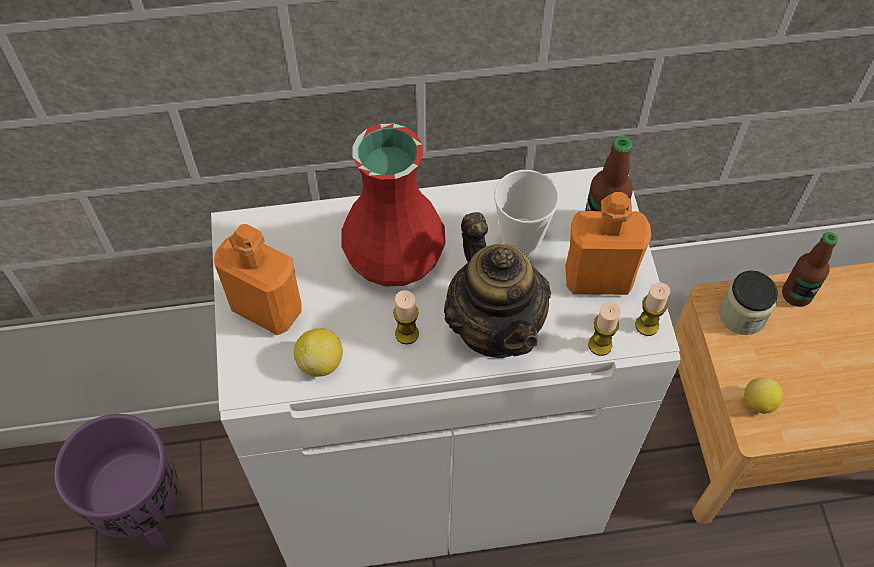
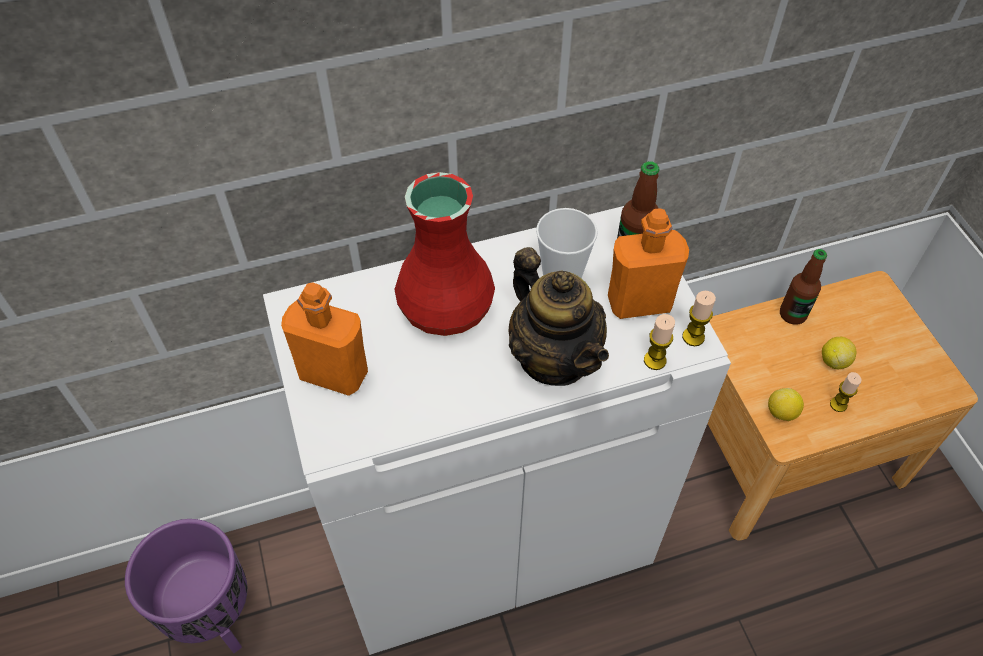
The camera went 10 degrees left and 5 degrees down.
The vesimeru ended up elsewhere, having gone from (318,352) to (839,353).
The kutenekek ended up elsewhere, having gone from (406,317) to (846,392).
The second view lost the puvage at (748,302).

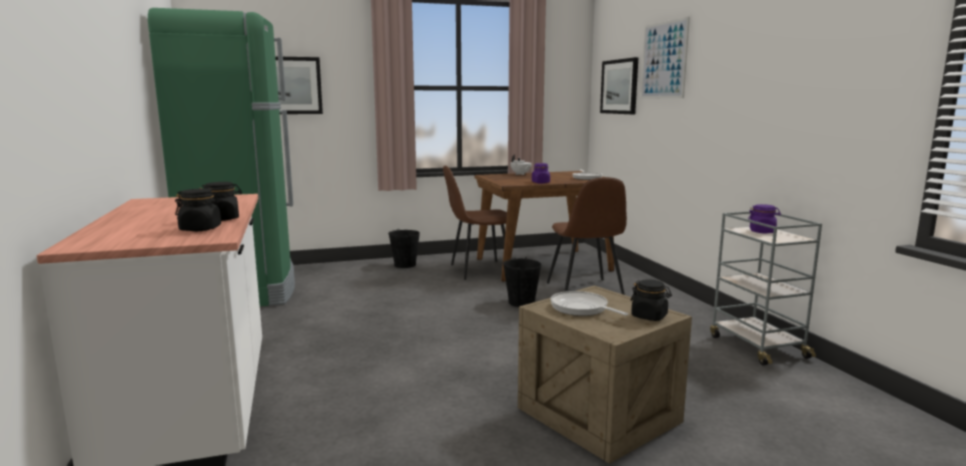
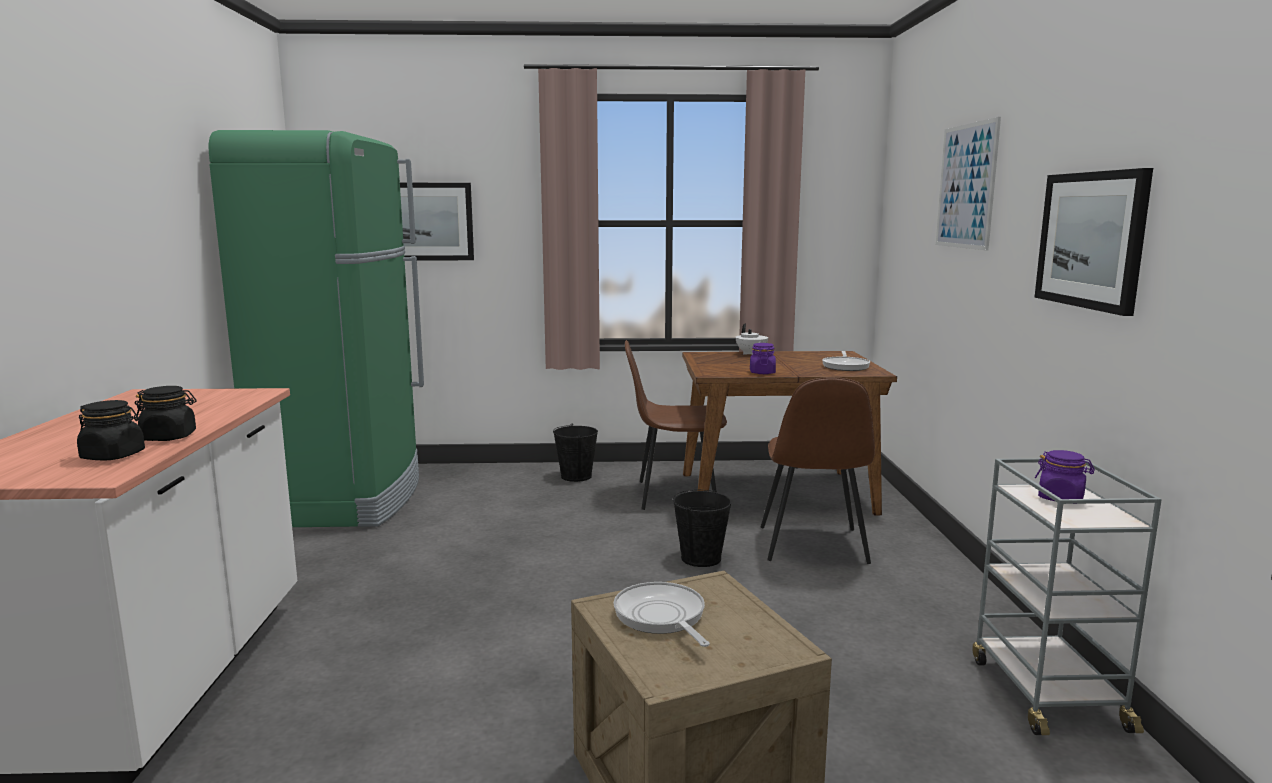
The camera went 15 degrees right and 0 degrees up.
The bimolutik ended up elsewhere, having gone from (619,85) to (1093,242).
The second view lost the black puvage at (651,300).

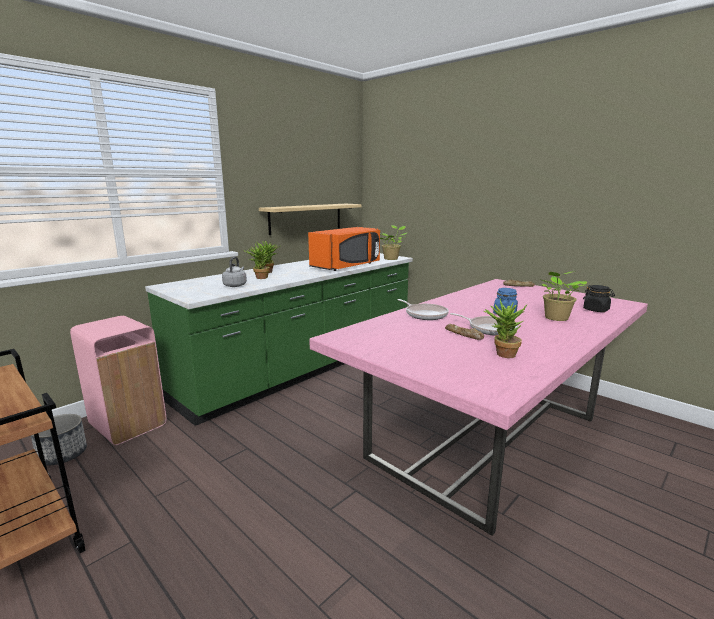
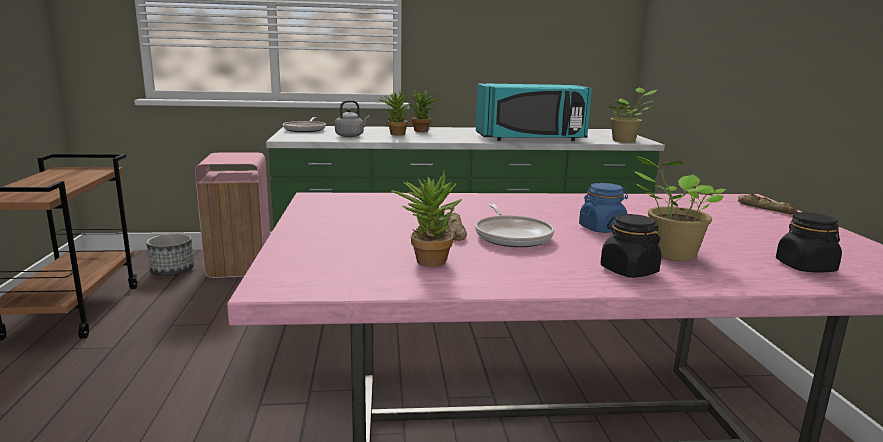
The camera went 40 degrees right and 0 degrees up.
The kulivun ended up elsewhere, having gone from (423,309) to (304,124).
What was the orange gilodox at (344,249) turned into the turquoise gilodox at (534,112).
The second view gained the black puvage at (630,246).
The second view lost the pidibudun at (310,219).

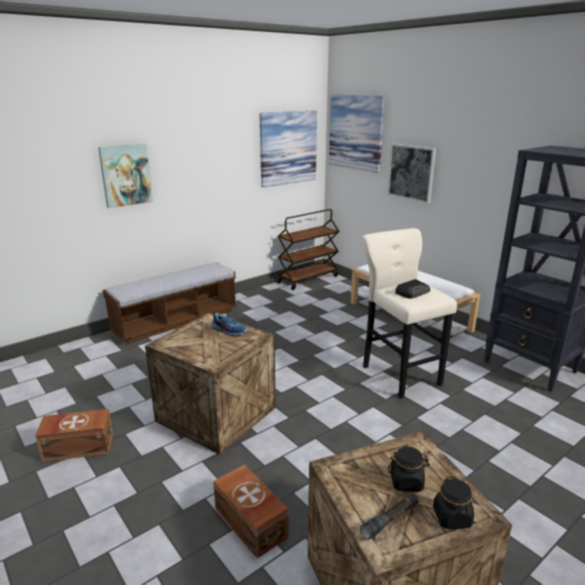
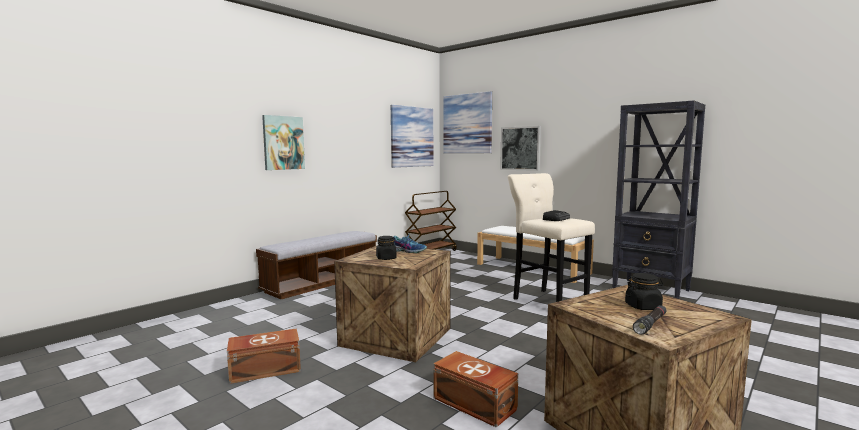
The camera went 10 degrees left and 15 degrees down.
The black puvage ended up elsewhere, having gone from (453,503) to (386,248).

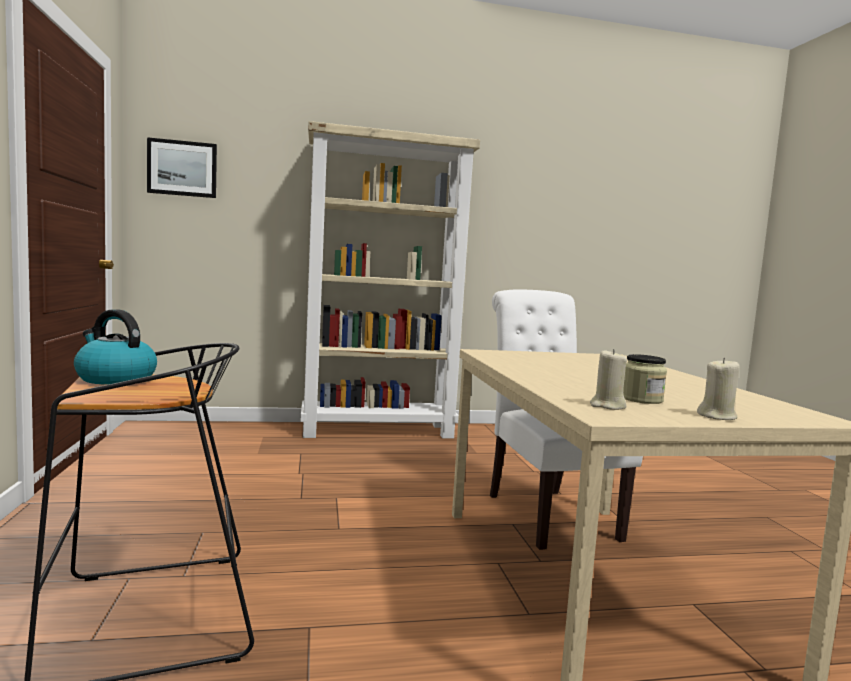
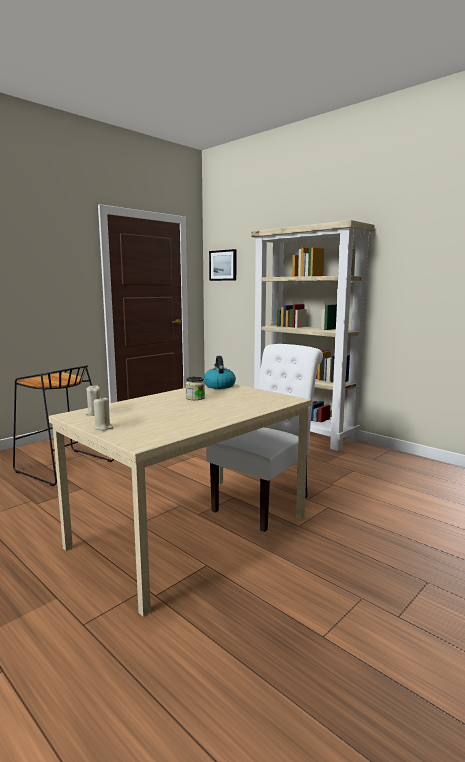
The camera went 55 degrees right and 5 degrees up.
The puvage ended up elsewhere, having gone from (645,379) to (195,388).
The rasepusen ended up elsewhere, having gone from (115,347) to (220,372).

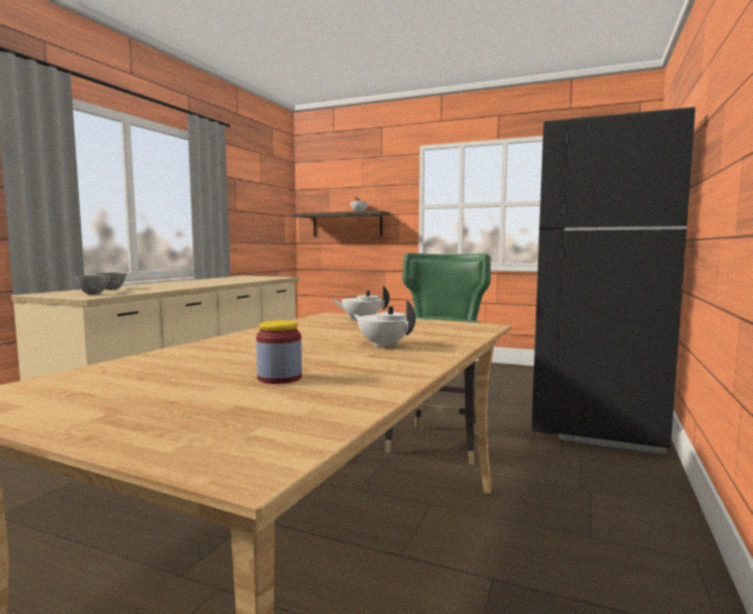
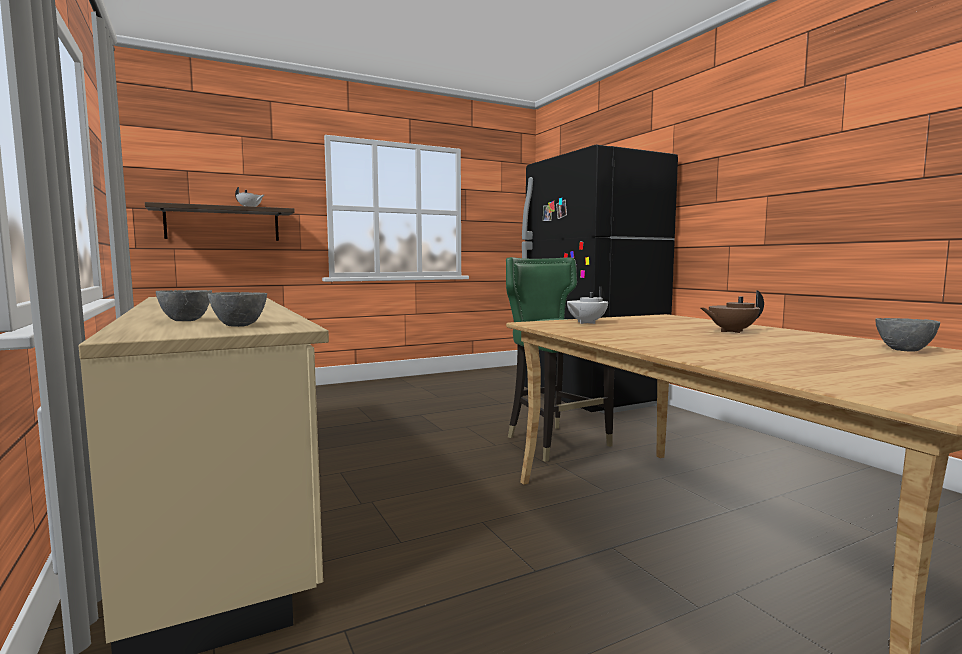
The camera went 50 degrees left and 0 degrees up.
What was the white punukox at (384,324) turned into the brown punukox at (732,311).
The second view gained the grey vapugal at (907,334).
The second view lost the puvage at (279,352).

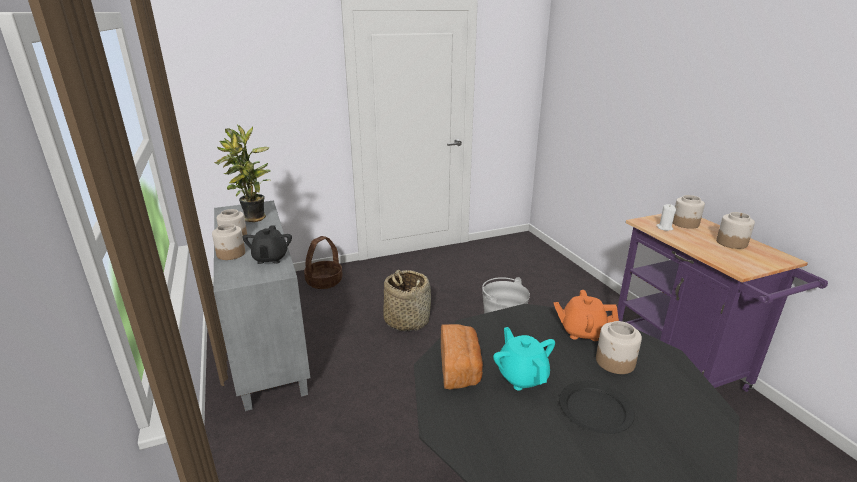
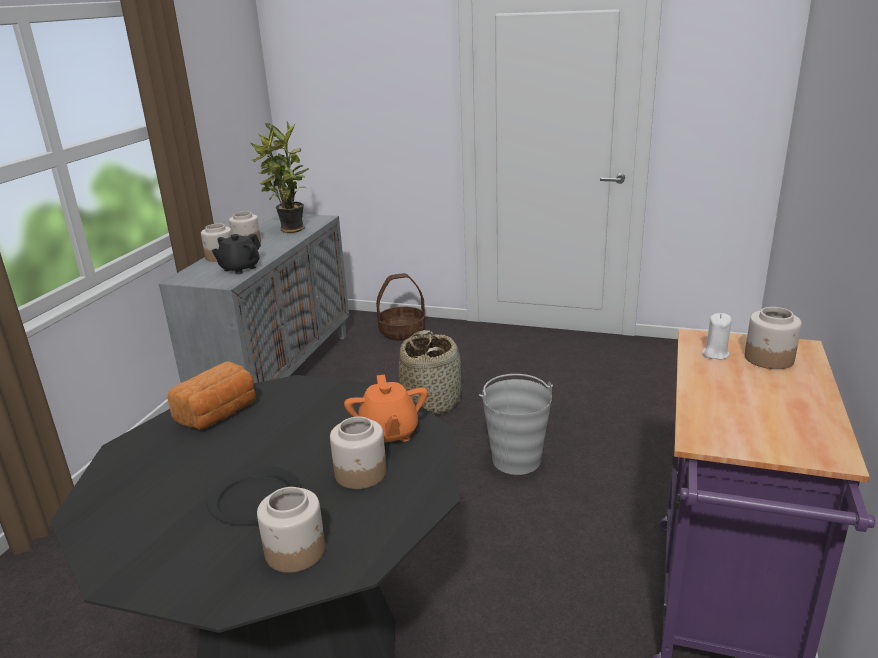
The camera went 40 degrees right and 0 degrees up.
The puvage ended up elsewhere, having gone from (735,230) to (291,530).
The orange punukox at (586,315) ended up facing another way, 150 degrees counterclockwise from before.
The second view lost the turquoise punukox at (524,358).

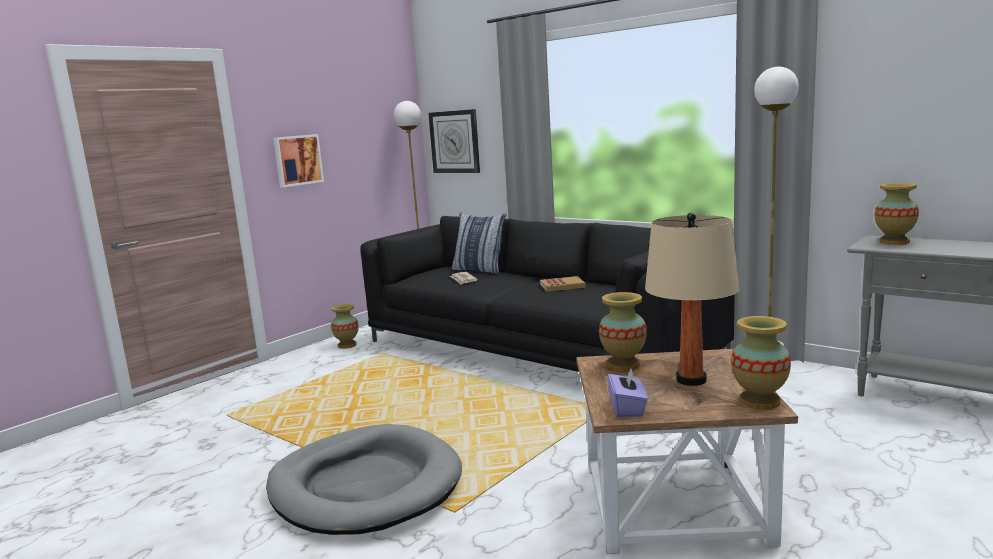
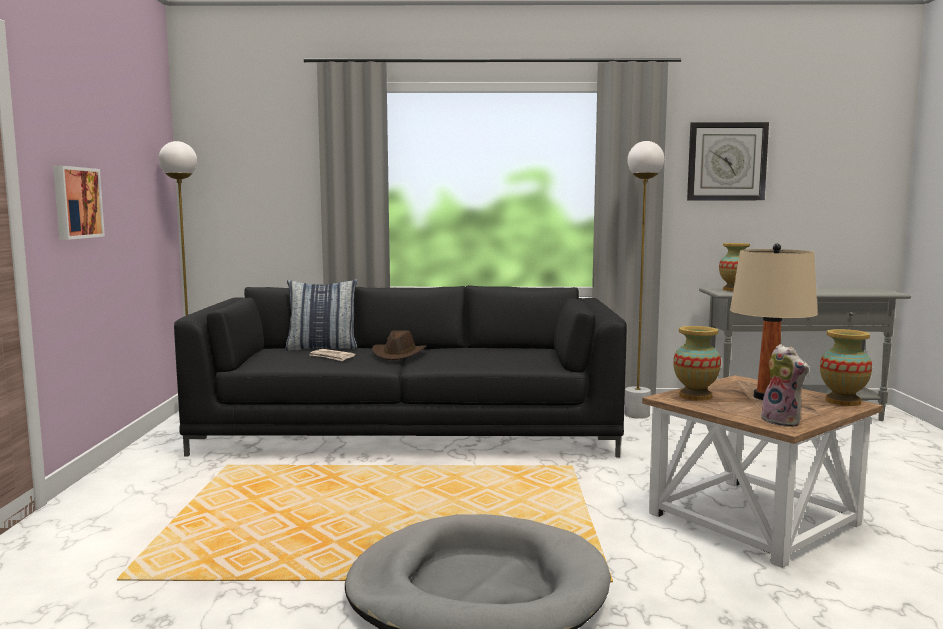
The camera went 40 degrees left and 5 degrees down.
The second view gained the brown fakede at (399,345).
The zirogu ended up elsewhere, having gone from (454,141) to (728,161).
Where the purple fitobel stood at (627,393), the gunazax came to stand at (785,385).
The second view lost the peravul at (345,326).
The second view lost the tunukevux at (563,284).

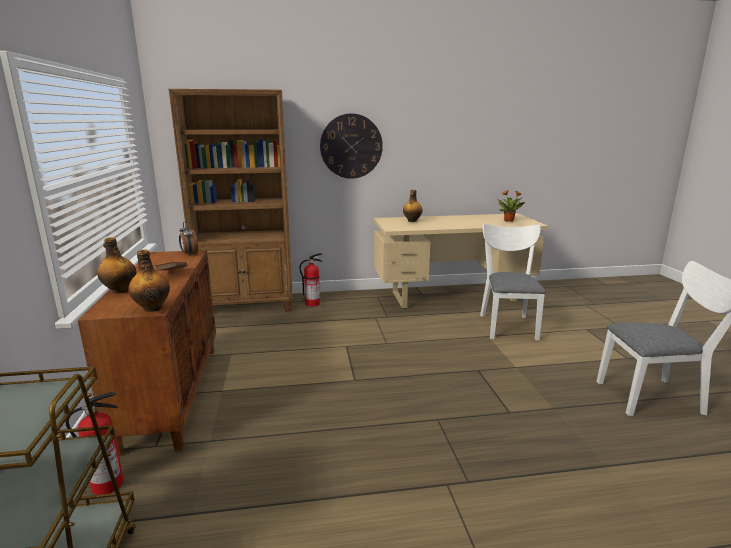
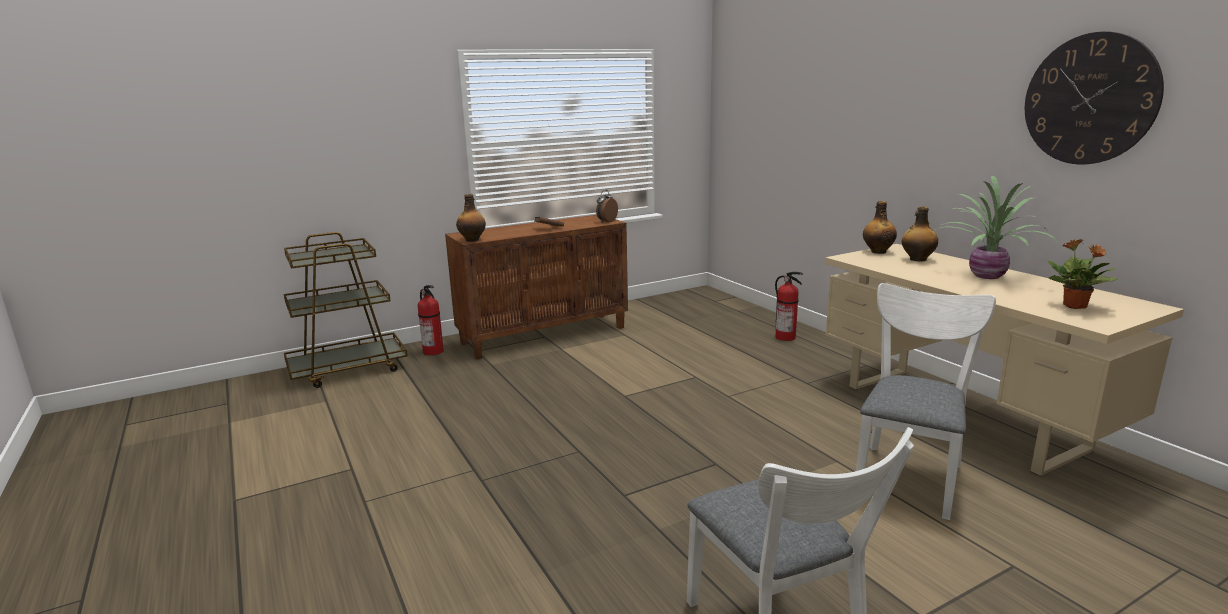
The camera went 70 degrees right and 0 degrees up.
The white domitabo at (513,282) ended up facing another way, 45 degrees counterclockwise from before.
The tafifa ended up elsewhere, having gone from (116,265) to (880,227).
The second view gained the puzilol at (996,227).
The zirogu ended up elsewhere, having gone from (351,146) to (1094,98).
The second view lost the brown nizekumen at (230,200).

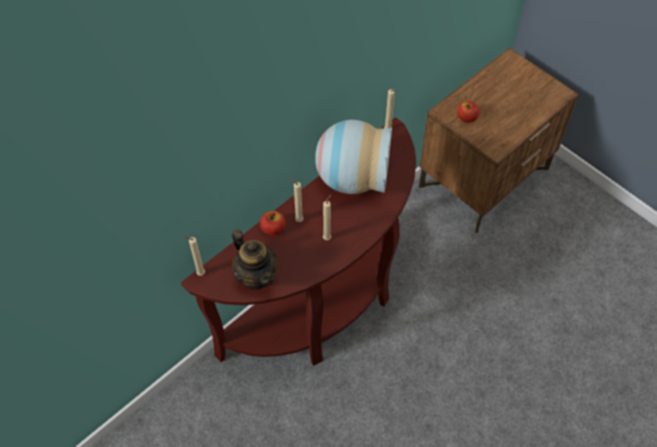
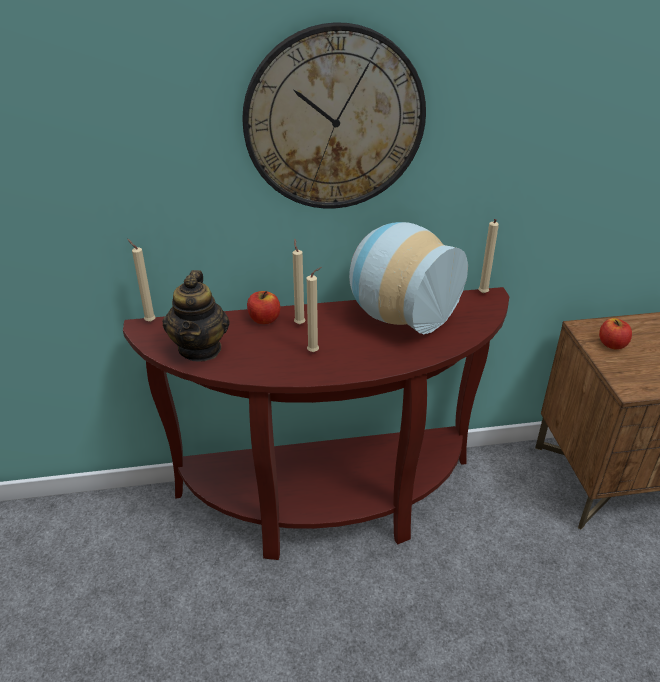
The camera went 35 degrees right and 20 degrees down.
The second view gained the zirogu at (334,115).

